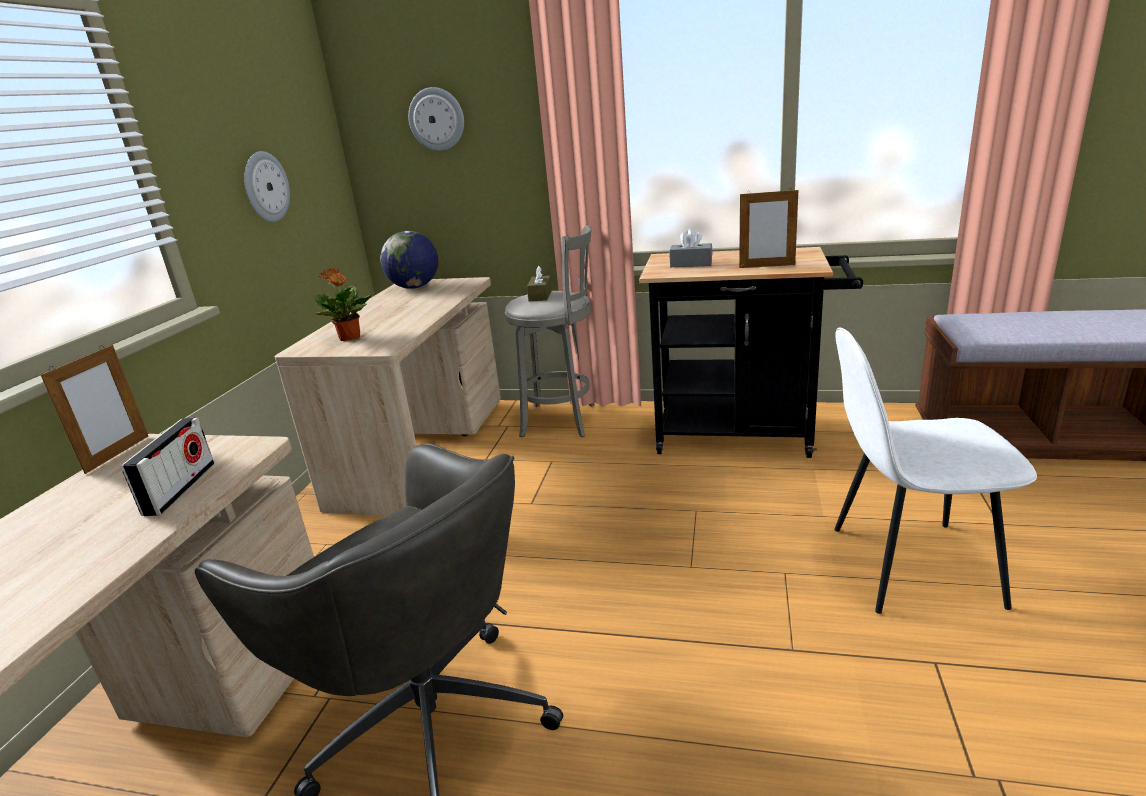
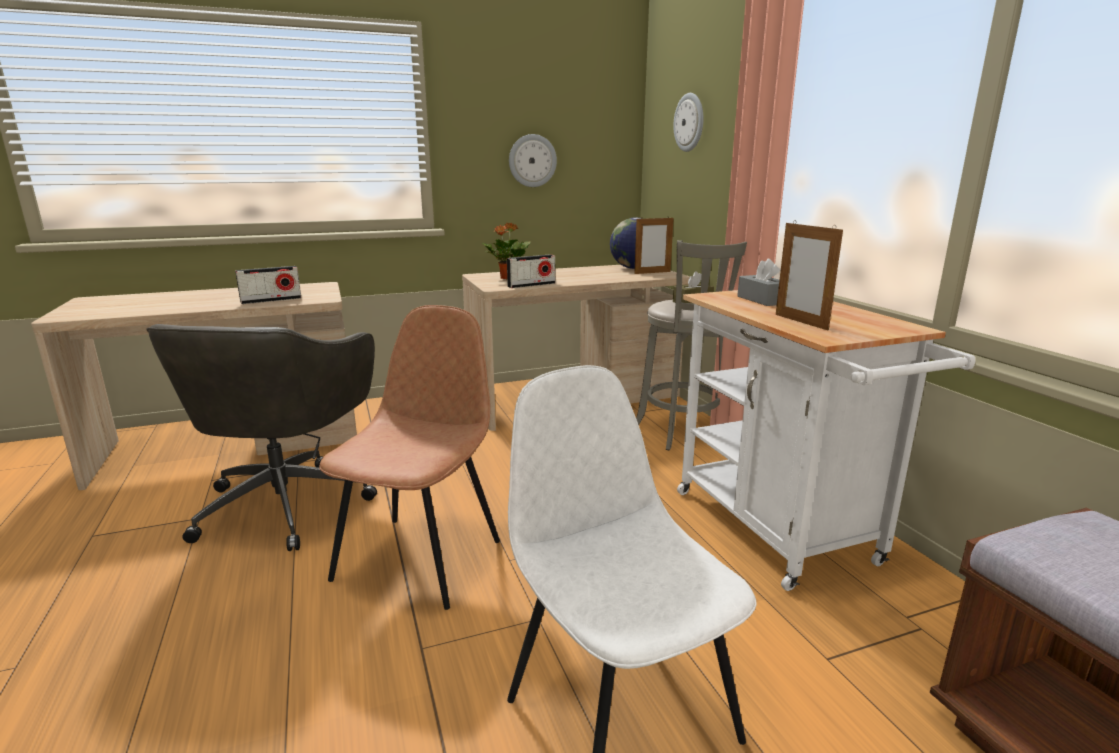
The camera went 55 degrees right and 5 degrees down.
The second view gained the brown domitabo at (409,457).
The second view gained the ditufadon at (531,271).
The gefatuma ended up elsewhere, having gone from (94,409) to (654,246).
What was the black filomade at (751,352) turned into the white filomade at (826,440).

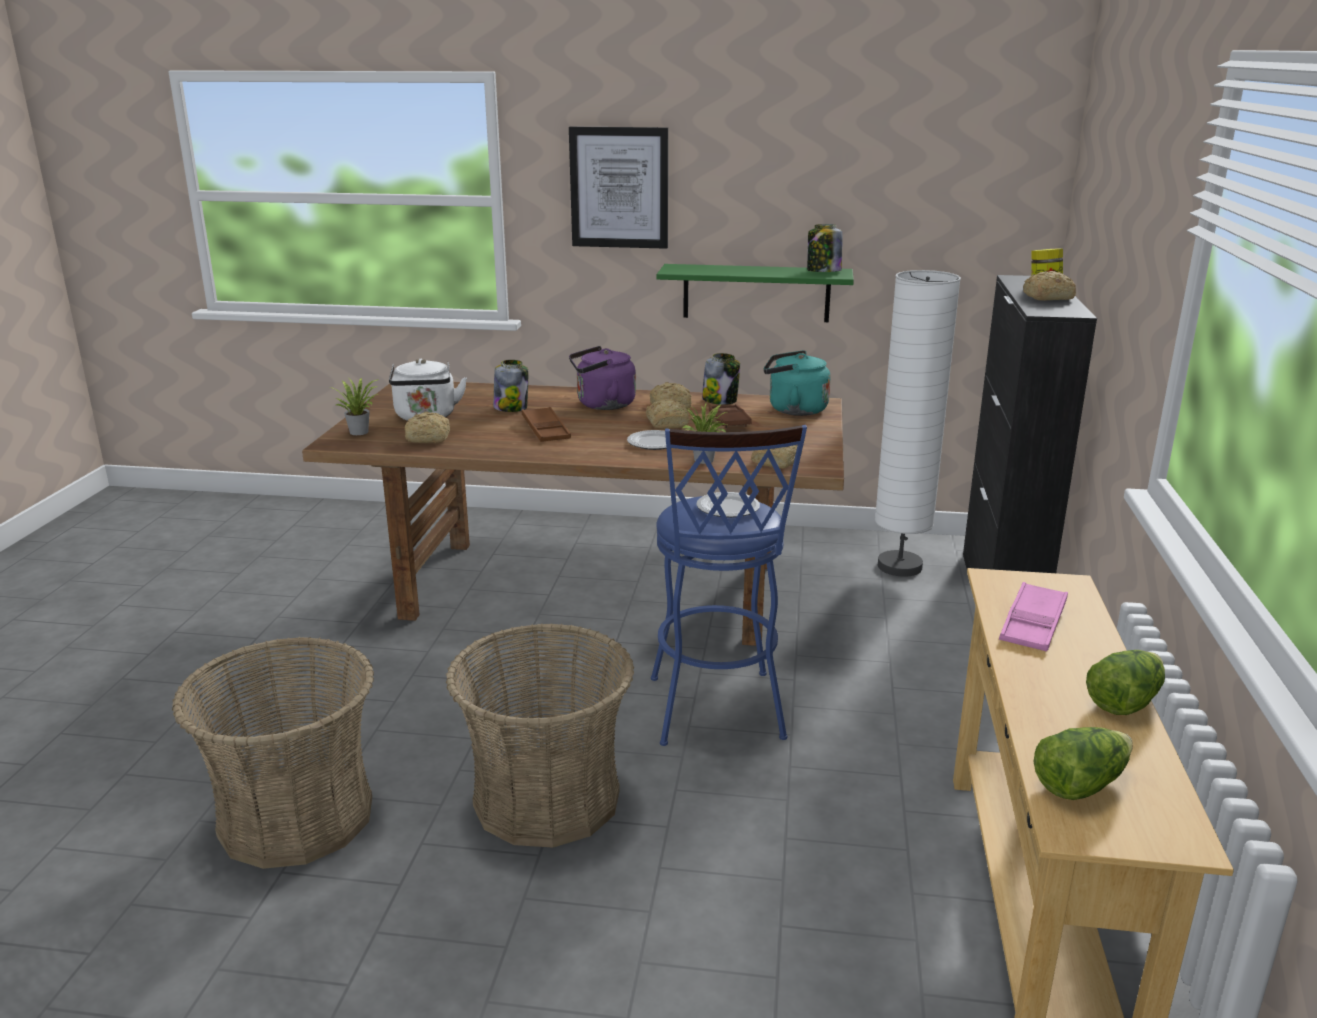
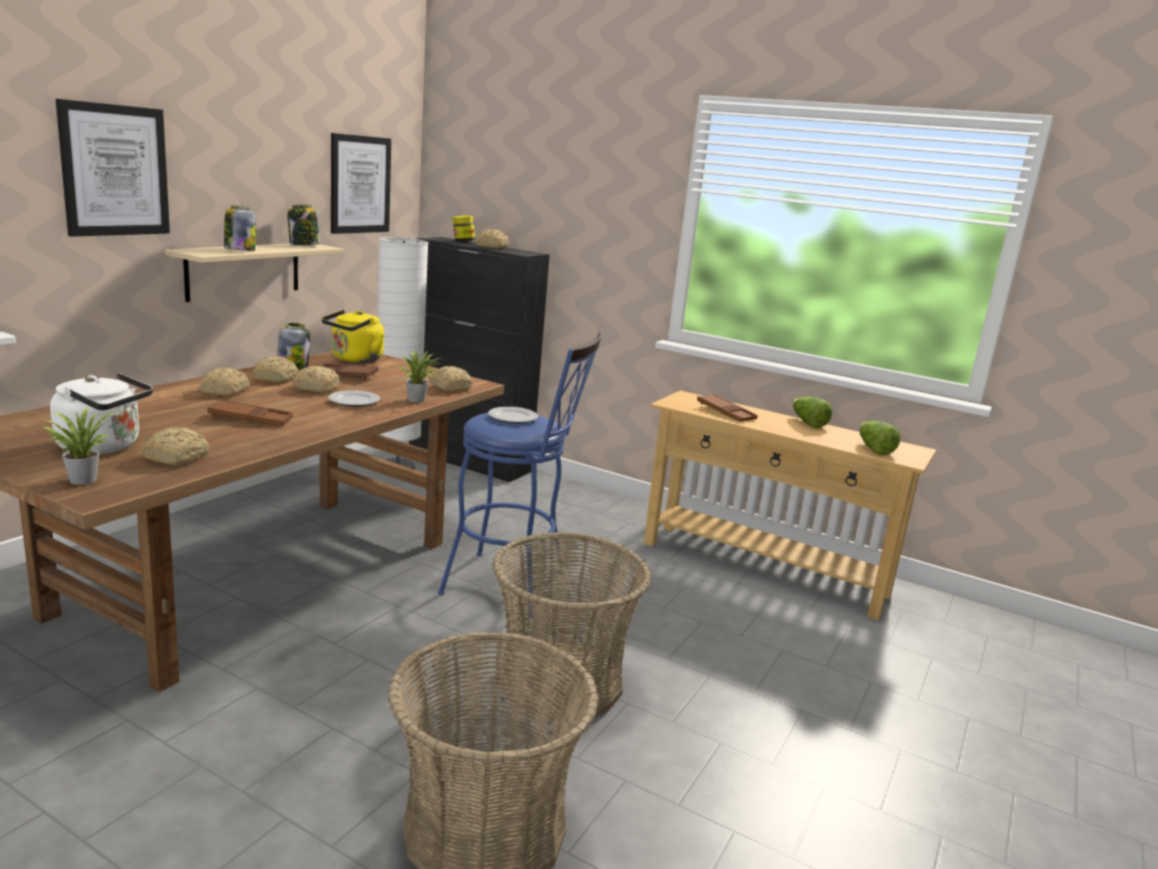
The camera went 70 degrees left and 5 degrees down.
What was the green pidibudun at (755,293) turned into the beige pidibudun at (254,273).
Where the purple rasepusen stood at (602,378), the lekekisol came to stand at (224,381).
The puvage ended up elsewhere, having gone from (510,386) to (240,228).
What was the turquoise rasepusen at (797,383) turned into the yellow rasepusen at (353,336).
The second view gained the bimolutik at (361,183).
What was the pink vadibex at (1033,617) turned into the brown vadibex at (727,408).

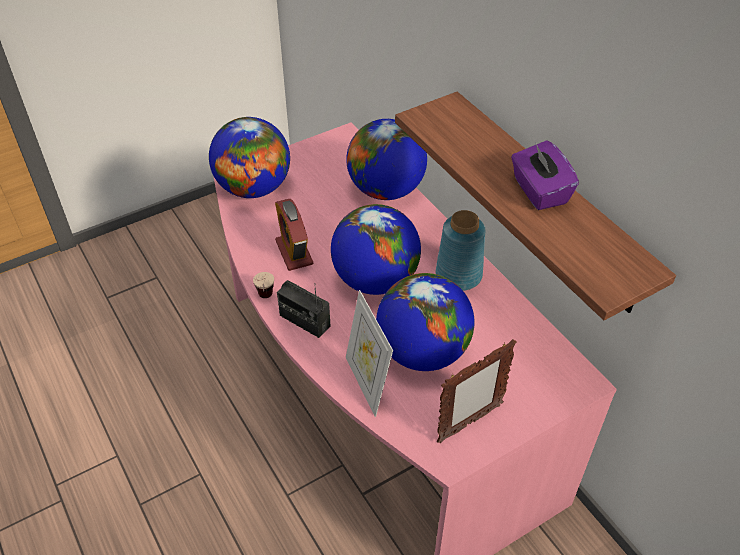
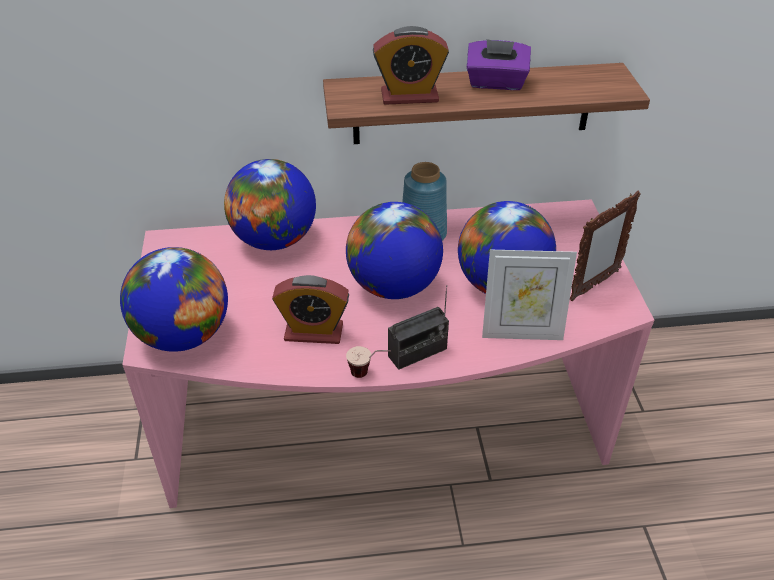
The camera went 65 degrees left and 5 degrees down.
The second view gained the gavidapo at (411,65).
The gefatuma at (477,391) ended up facing another way, 60 degrees clockwise from before.

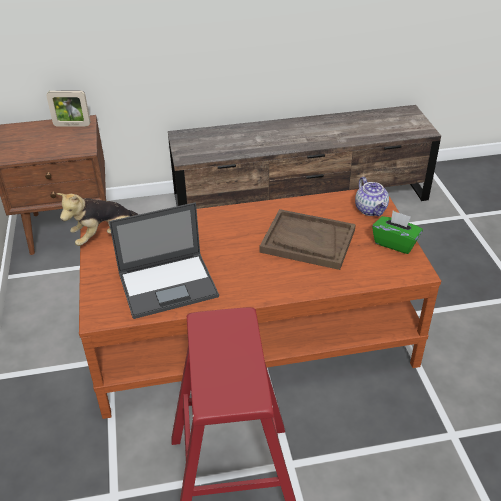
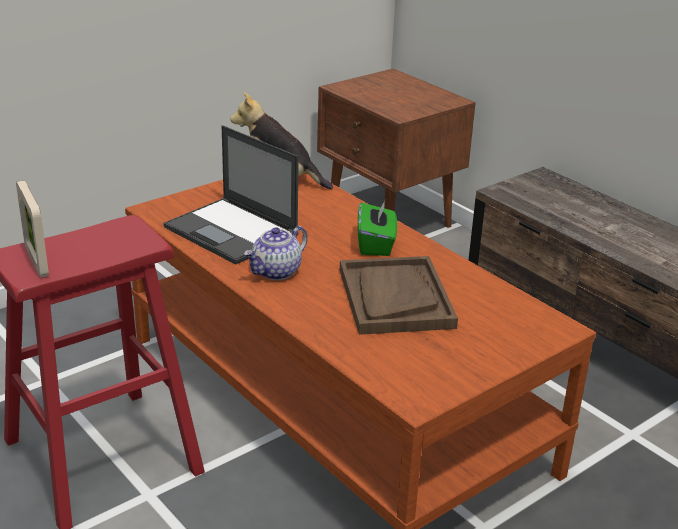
The camera went 60 degrees right and 10 degrees down.
The gefatuma ended up elsewhere, having gone from (68,109) to (32,228).
The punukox ended up elsewhere, having gone from (372,196) to (276,253).
The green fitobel ended up elsewhere, having gone from (397,232) to (377,227).

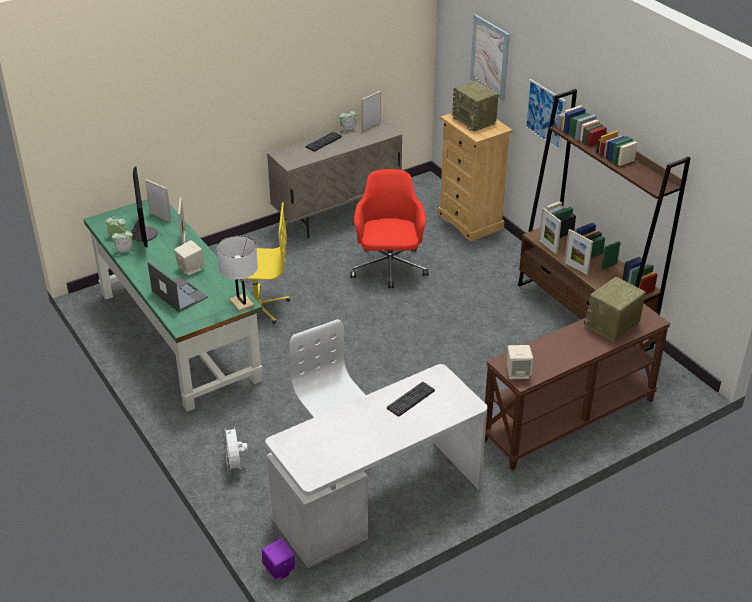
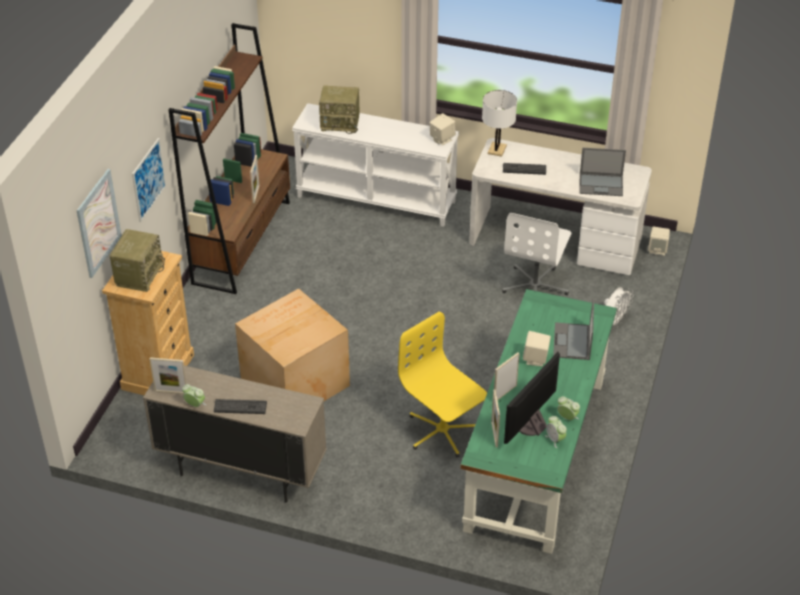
The camera went 130 degrees left and 5 degrees up.
Where the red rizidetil stood at (389,228), the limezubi came to stand at (292,344).
What was the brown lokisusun at (578,387) turned into the white lokisusun at (375,165).
The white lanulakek ended up elsewhere, having gone from (237,274) to (499,123).
The second view gained the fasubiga at (602,172).
What was the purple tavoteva at (278,559) turned into the beige tavoteva at (659,241).
The second view lost the gefatuma at (550,231).

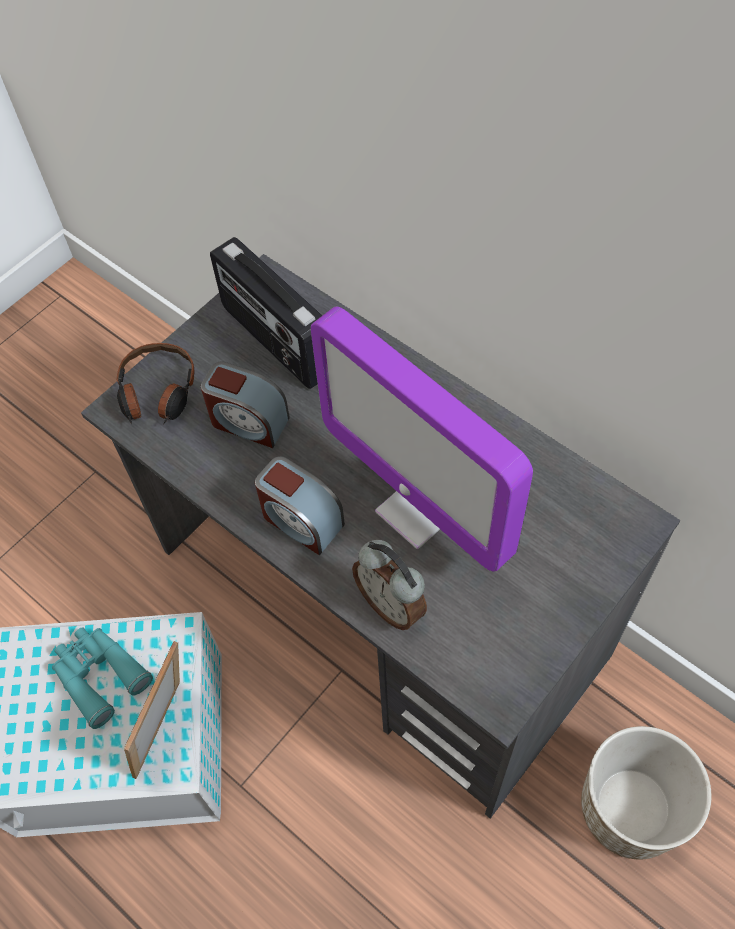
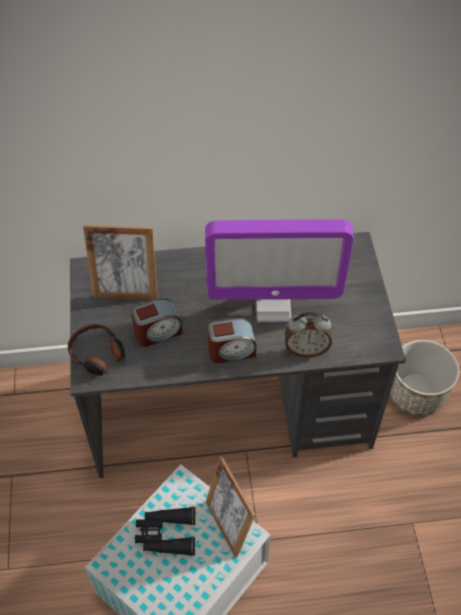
The camera went 50 degrees left and 5 degrees down.
Where the ditufadon stood at (266,313), the gefatuma came to stand at (120,262).
What was the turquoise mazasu at (102,678) turned into the black mazasu at (165,531).

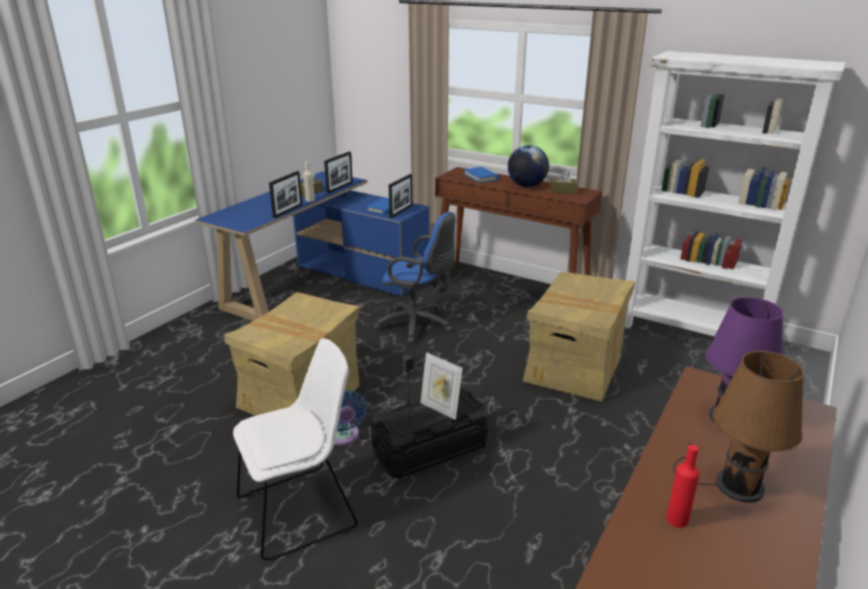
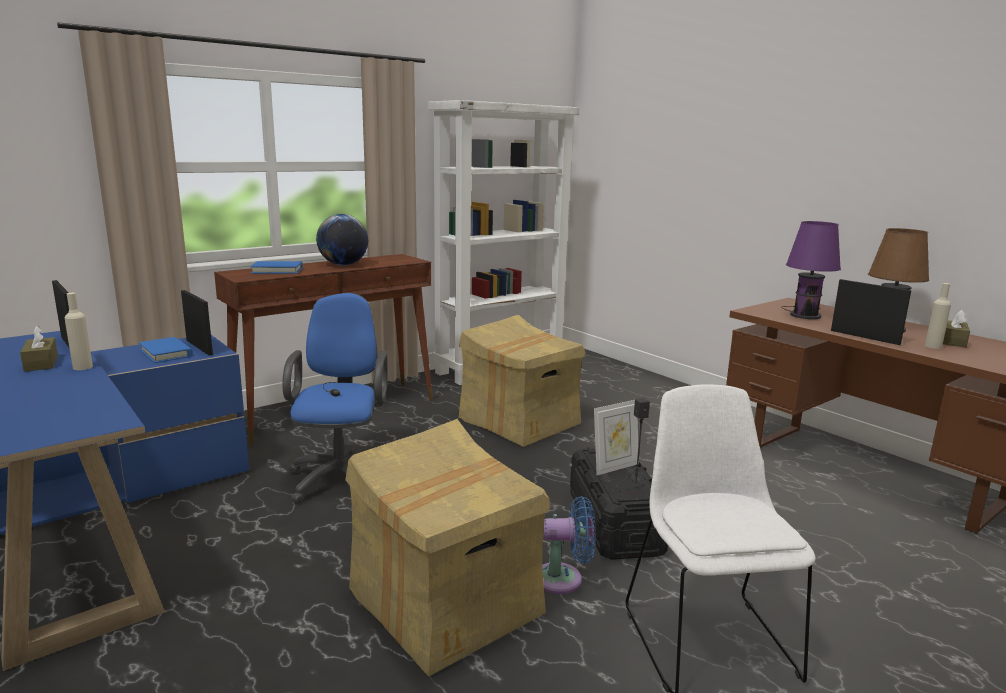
The camera went 70 degrees left and 10 degrees down.
The blue rizidetil at (414,278) ended up facing another way, 45 degrees counterclockwise from before.
The gefatuma ended up elsewhere, having gone from (285,194) to (871,312).
What was the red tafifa at (683,486) turned into the beige tafifa at (938,316).
The brown fitobel ended up elsewhere, having gone from (564,182) to (956,328).

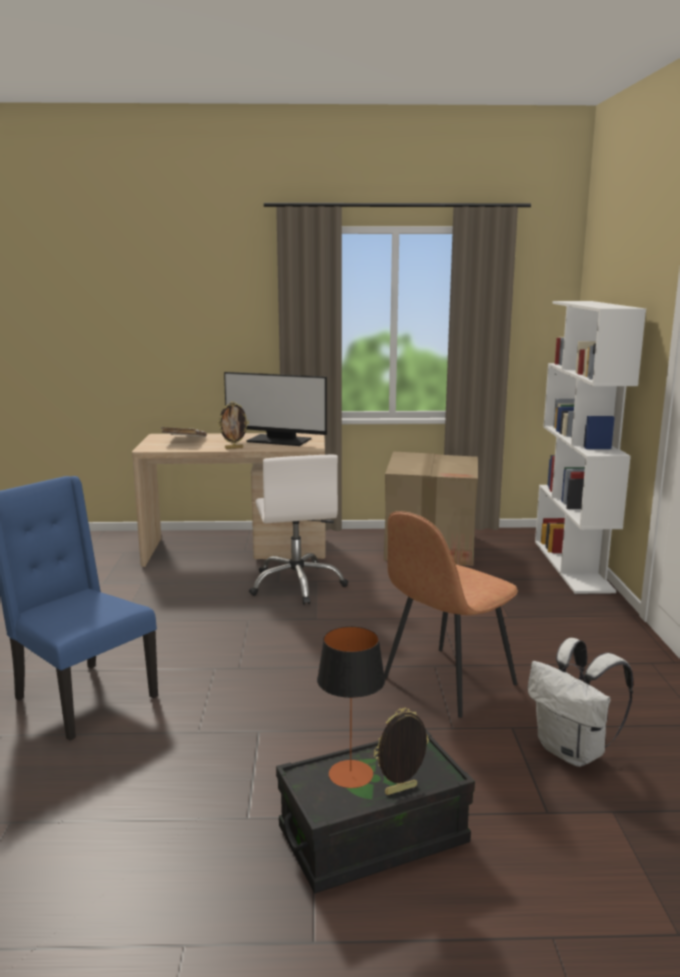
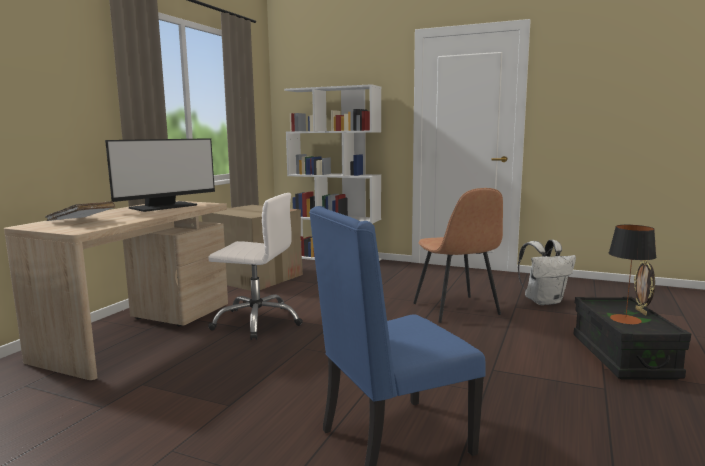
The camera went 65 degrees left and 5 degrees down.
The second view lost the gefatuma at (233,425).

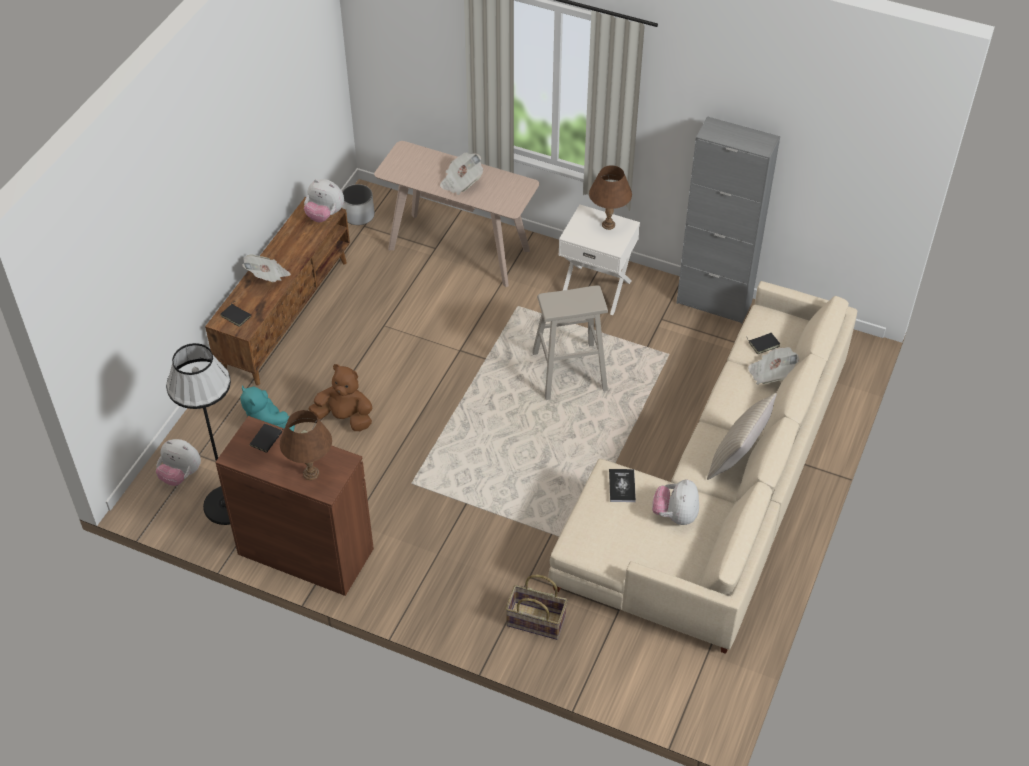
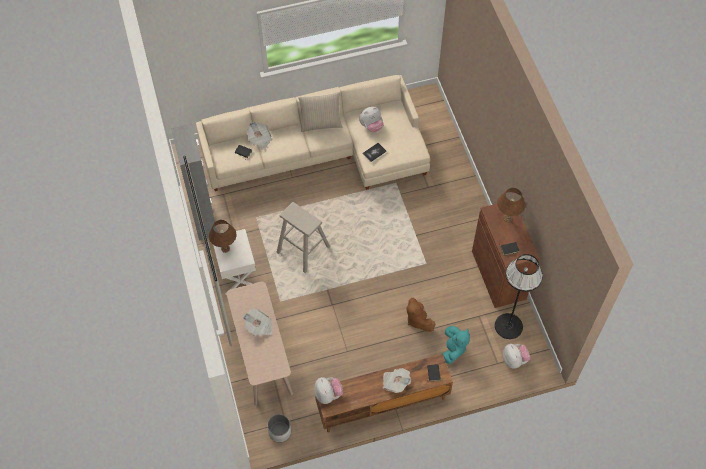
The camera went 130 degrees left and 10 degrees up.
The second view lost the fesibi at (536,607).

